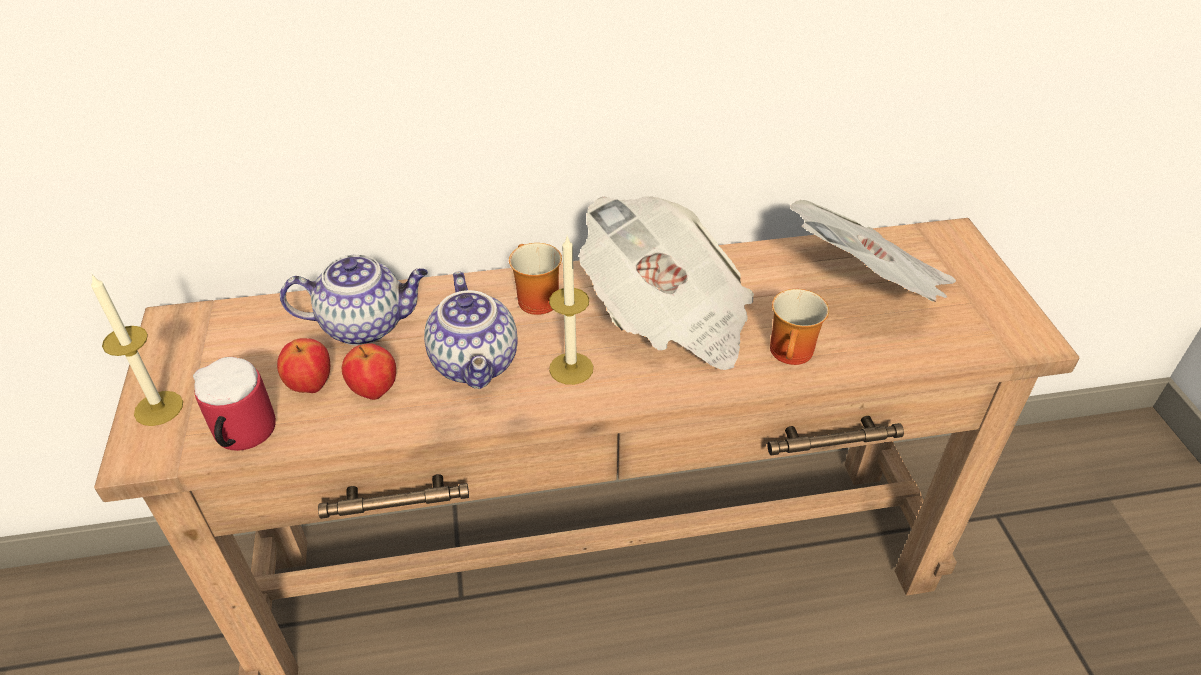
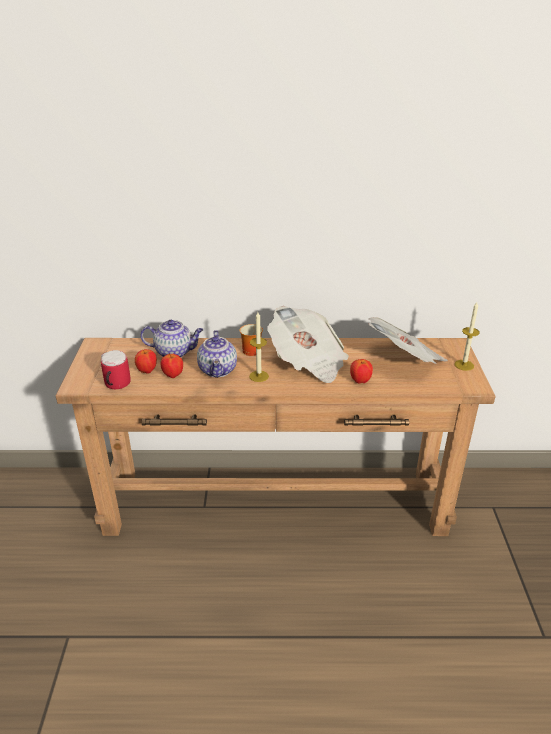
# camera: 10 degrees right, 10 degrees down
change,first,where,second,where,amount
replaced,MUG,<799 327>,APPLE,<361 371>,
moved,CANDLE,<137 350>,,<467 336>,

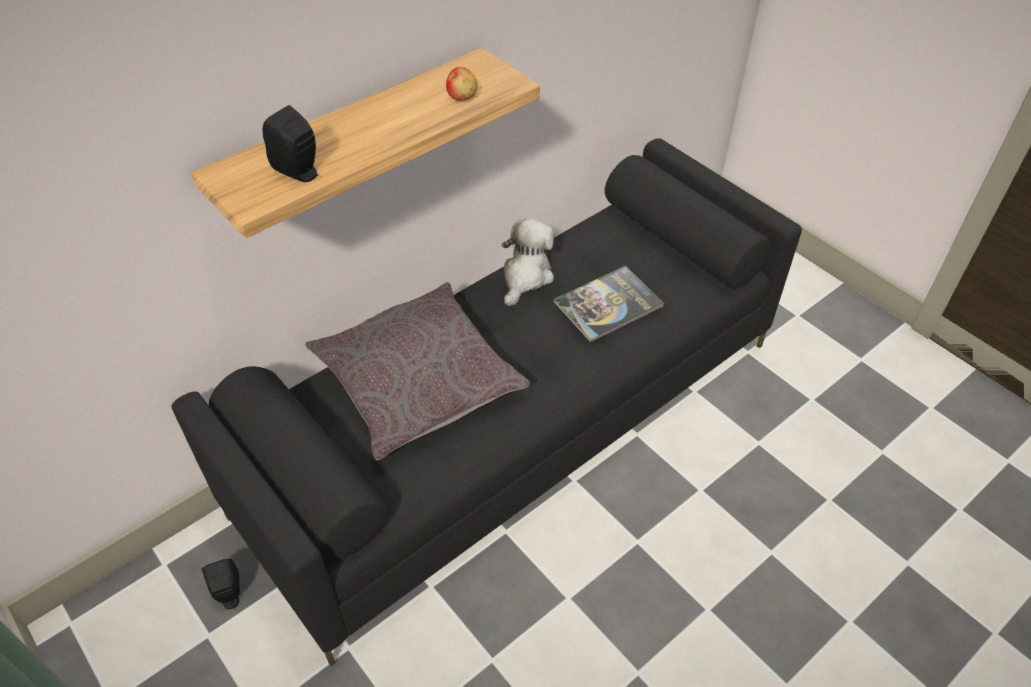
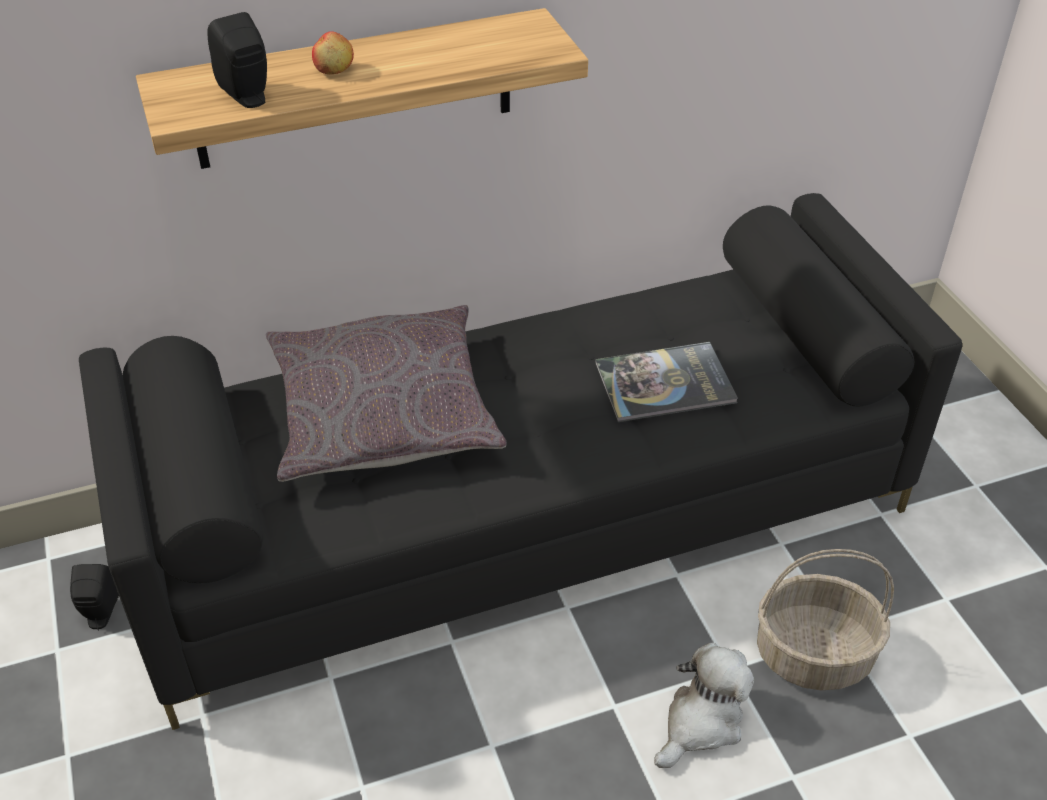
# camera: 20 degrees right, 5 degrees down
change,first,where,second,where,amount
moved,APPLE,<461 84>,,<333 52>,
moved,PLUSH TOY,<528 262>,,<704 705>,
added,,,BASKET,<825 619>,

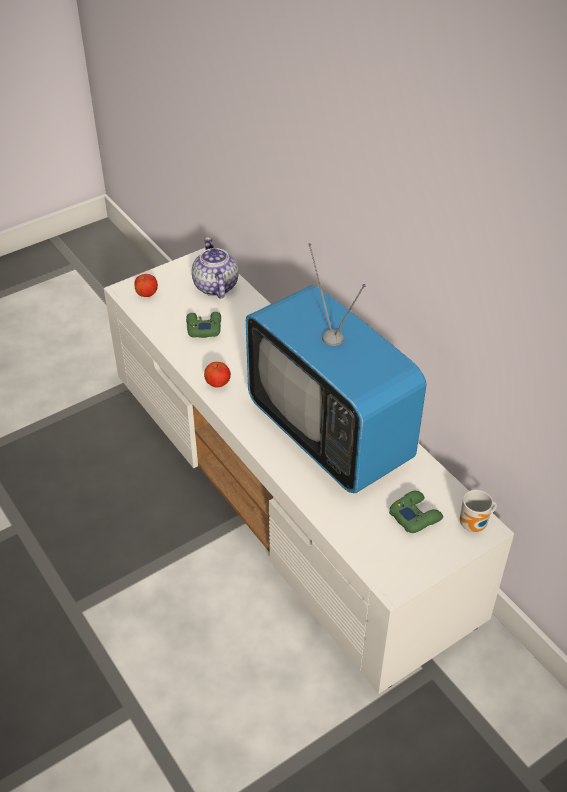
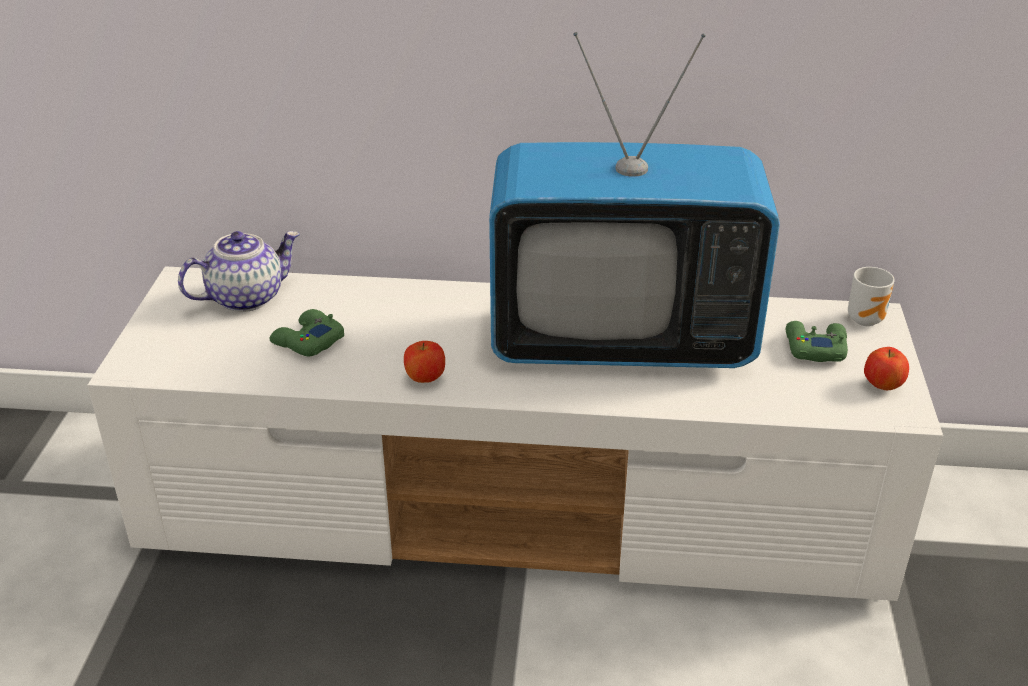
# camera: 50 degrees left, 10 degrees down
change,first,where,second,where,amount
turned,TEAPOT,<215 267>,,<239 271>,120 degrees clockwise
moved,APPLE,<146 285>,,<886 368>,

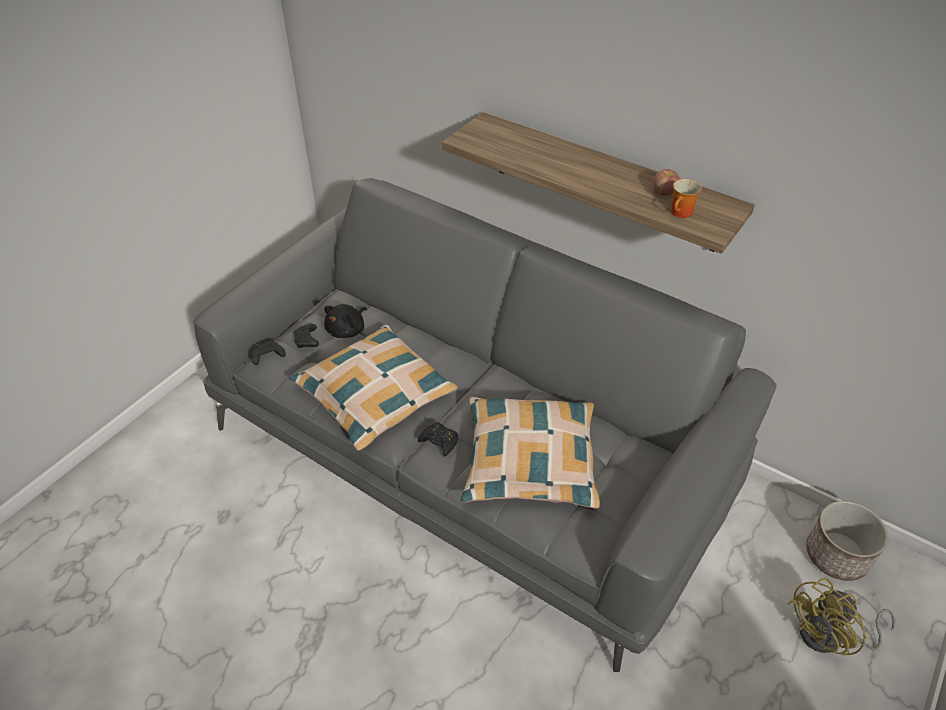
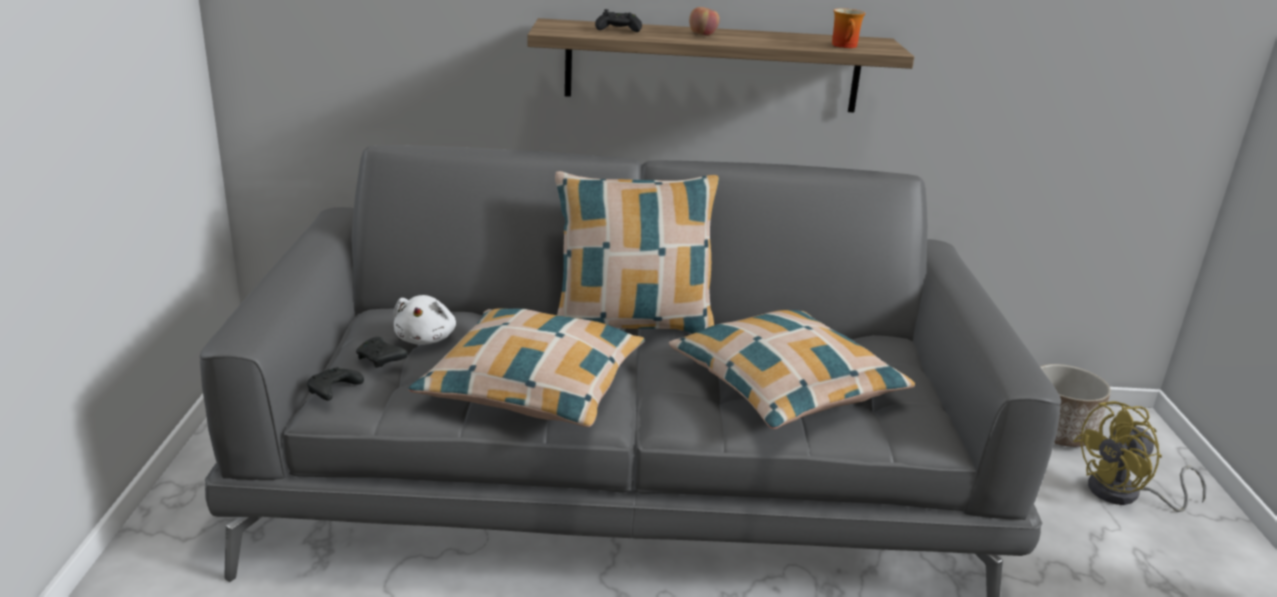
# camera: 35 degrees left, 20 degrees down
change,first,where,second,where,amount
recoloured,BLACK PLUSH TOY,<345 321>,WHITE PLUSH TOY,<425 320>,
added,,,PILLOW,<637 252>,
moved,BLACK GAME CONTROLLER,<438 439>,,<618 20>,
moved,APPLE,<666 182>,,<704 21>,
turned,YELLOW FAN,<842 617>,,<1140 456>,45 degrees clockwise

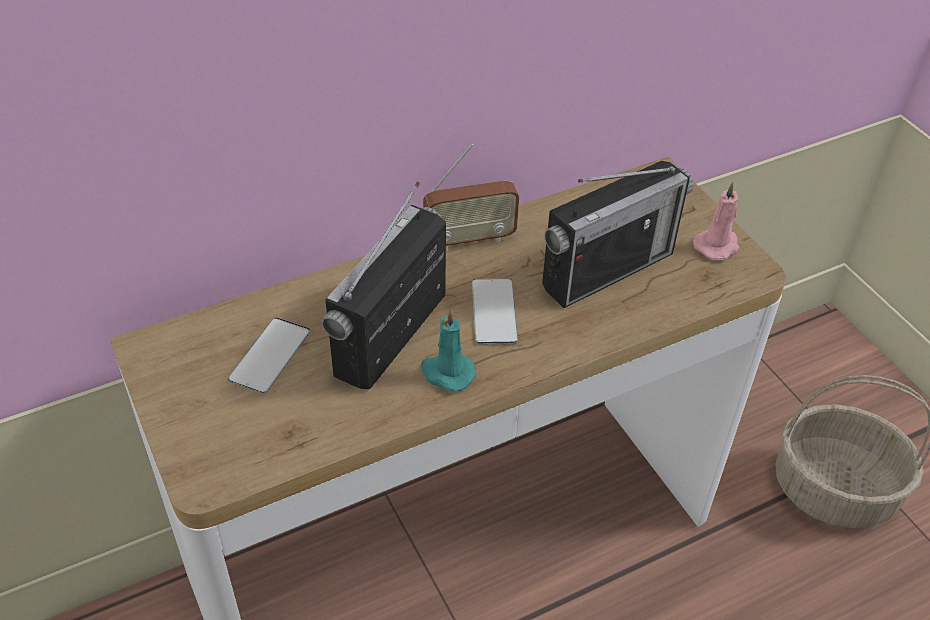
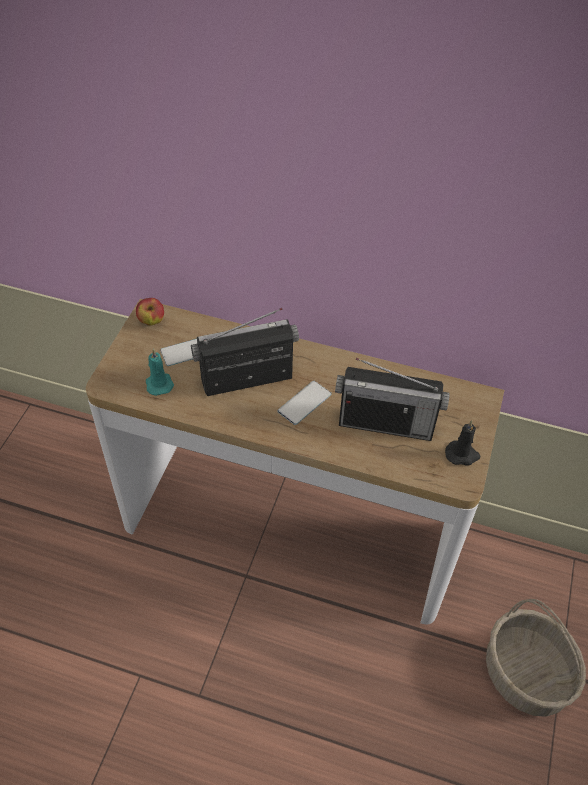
# camera: 45 degrees right, 5 degrees up
change,first,where,second,where,amount
added,,,APPLE,<150 312>,
moved,TURQUOISE CANDLE,<448 350>,,<160 372>,
recoloured,PINK CANDLE,<716 221>,BLACK CANDLE,<463 443>,
removed,RADIO,<471 197>,,,

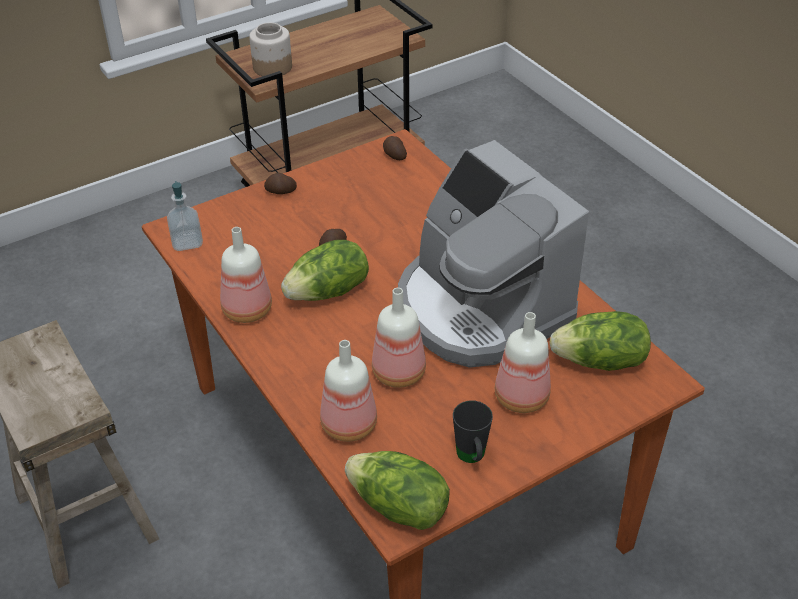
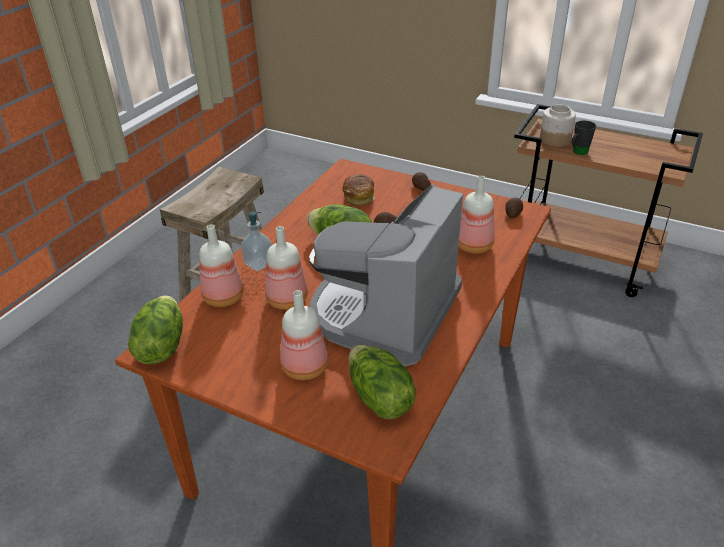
# camera: 60 degrees right, 5 degrees down
change,first,where,second,where,amount
moved,SOAP DISPENSER,<185 216>,,<256 241>,
added,,,BREAD,<359 190>,
moved,BOTTLE,<246 275>,,<476 215>,
moved,BLACK MUG,<473 432>,,<584 138>,

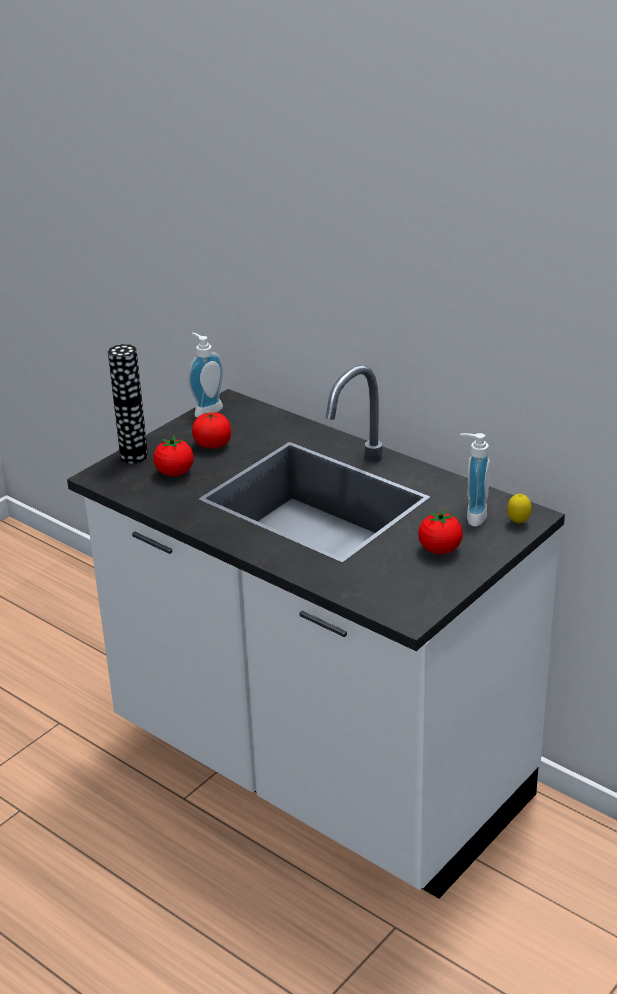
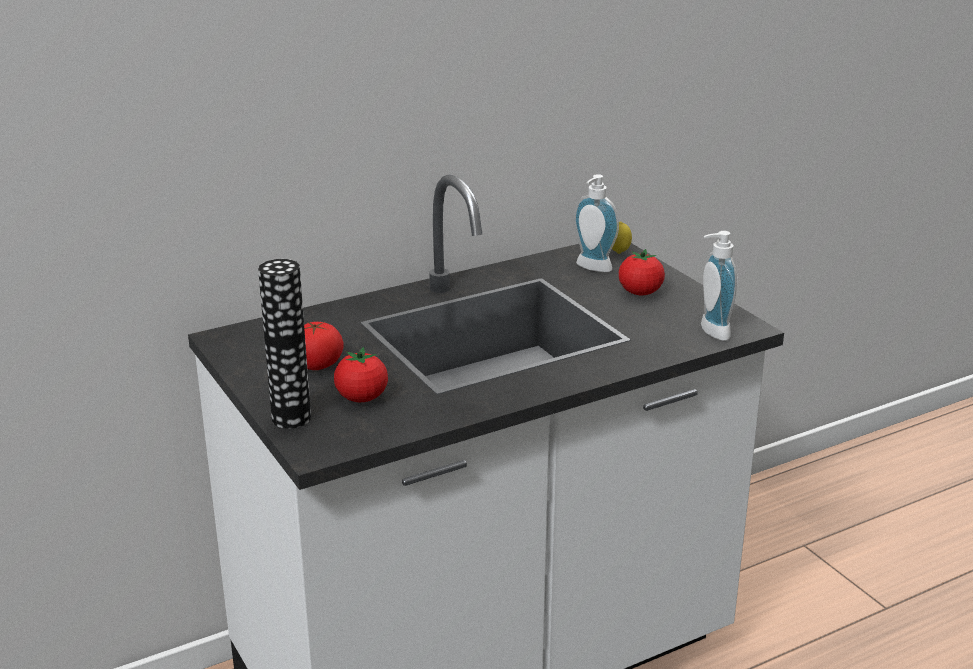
# camera: 70 degrees left, 5 degrees down
change,first,where,second,where,amount
moved,SOAP DISPENSER,<206 375>,,<719 286>,

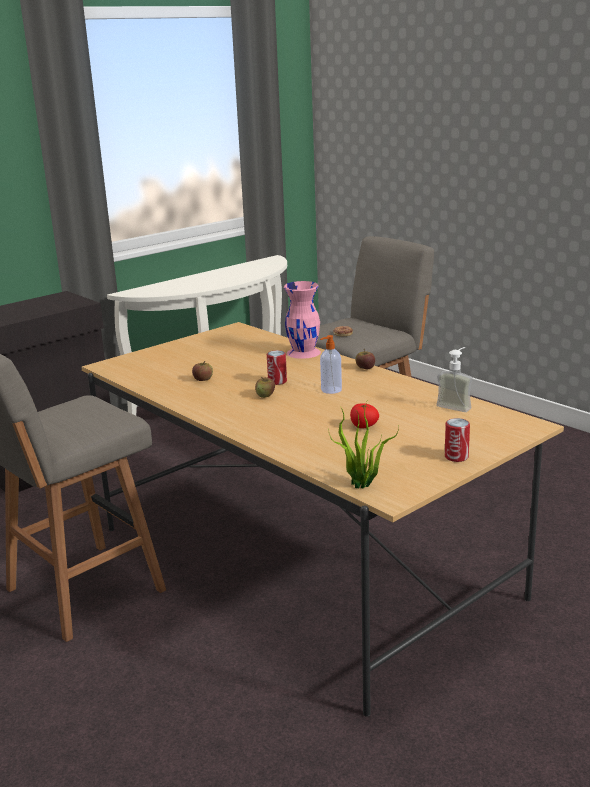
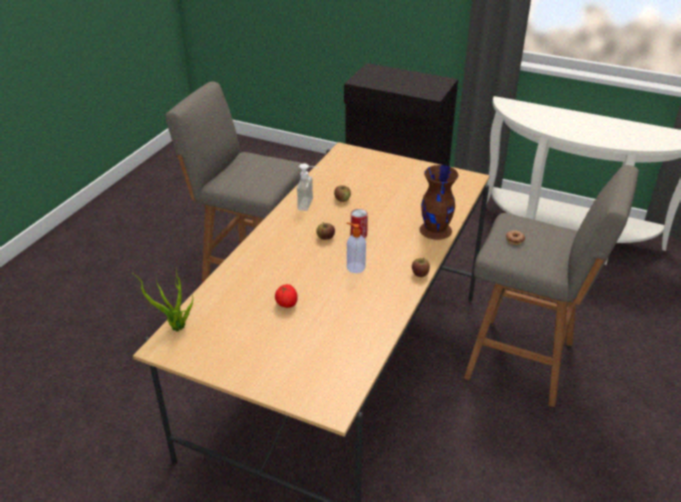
# camera: 65 degrees right, 15 degrees up
change,first,where,second,where,amount
moved,SOAP DISPENSER,<454 379>,,<308 187>,
recoloured,PINK VASE,<302 320>,BROWN VASE,<438 202>,
removed,CAN,<457 440>,,,

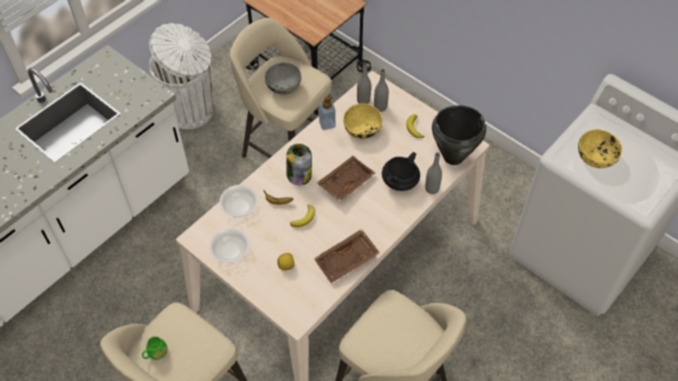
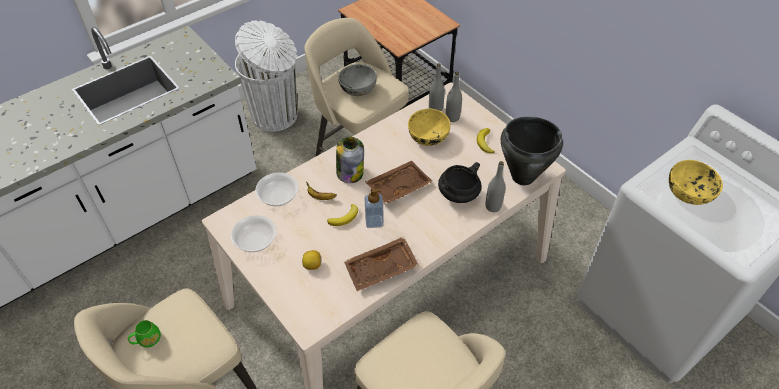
# camera: 10 degrees right, 5 degrees down
change,first,where,second,where,amount
moved,SOAP DISPENSER,<327 113>,,<374 208>,

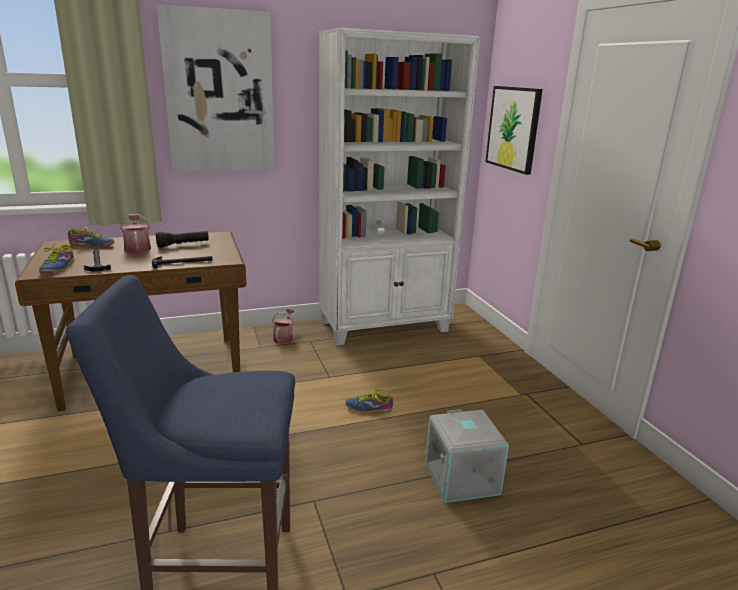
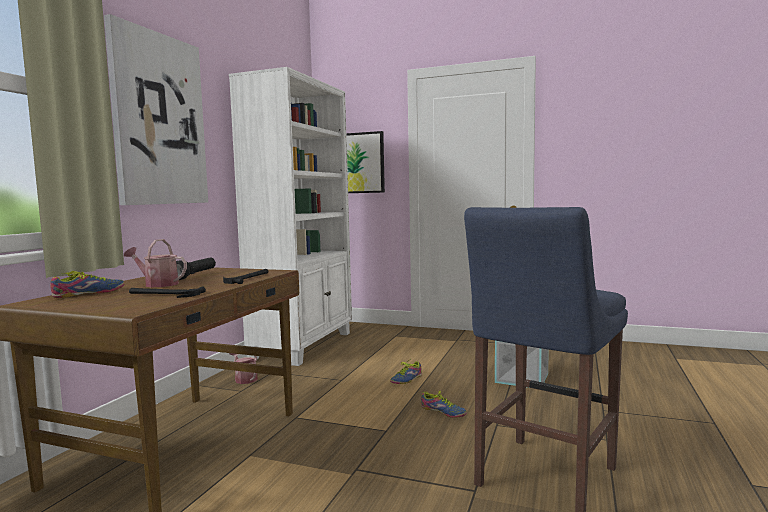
# camera: 50 degrees left, 15 degrees down
change,first,where,second,where,amount
moved,SHOE,<56 257>,,<444 404>,

